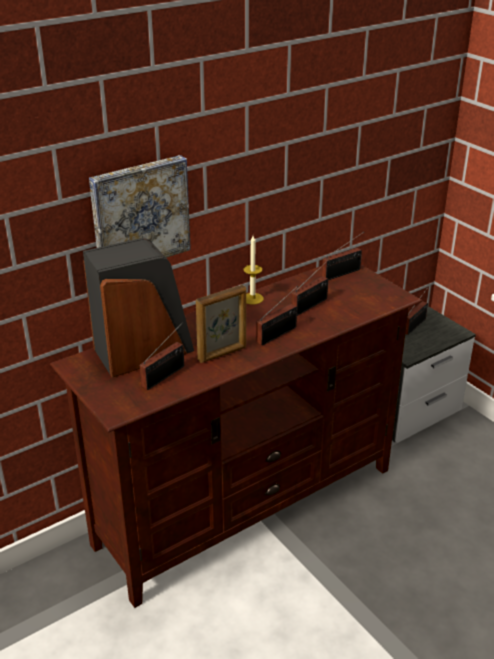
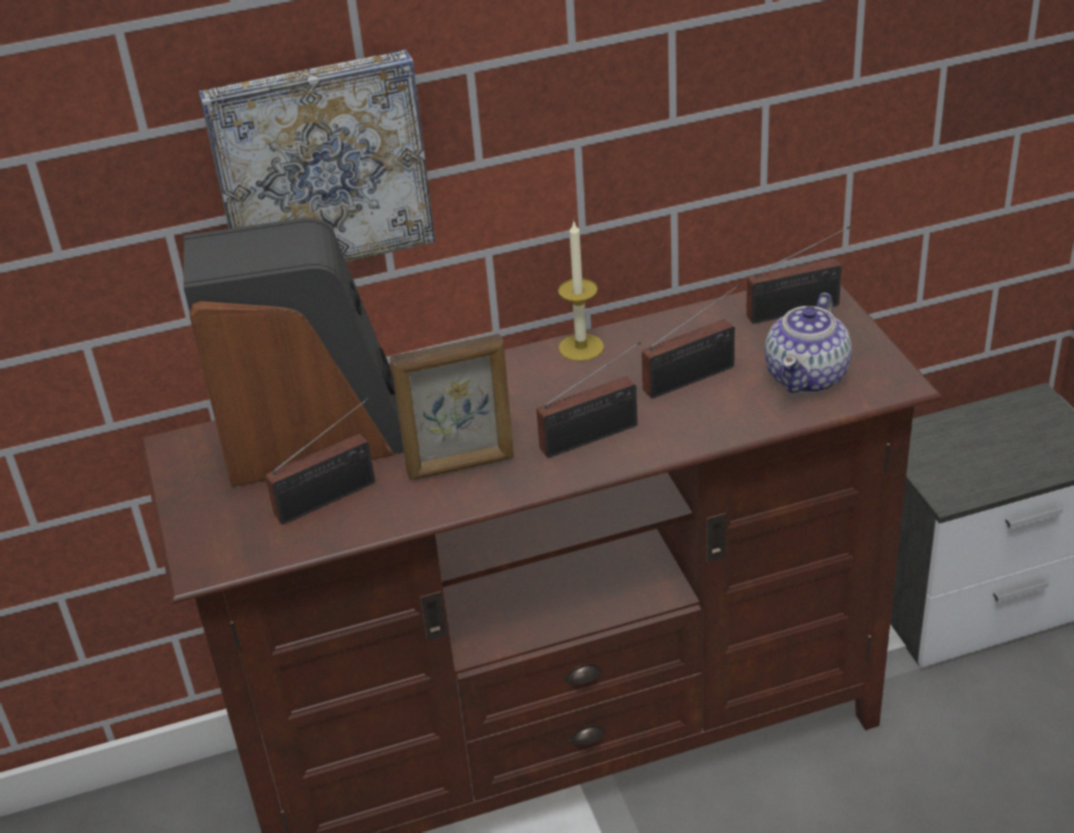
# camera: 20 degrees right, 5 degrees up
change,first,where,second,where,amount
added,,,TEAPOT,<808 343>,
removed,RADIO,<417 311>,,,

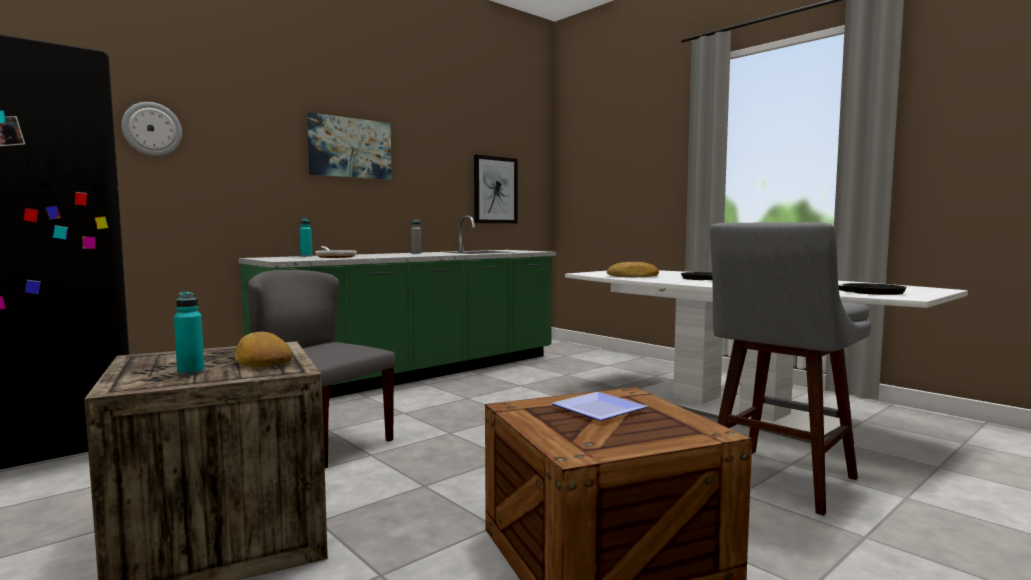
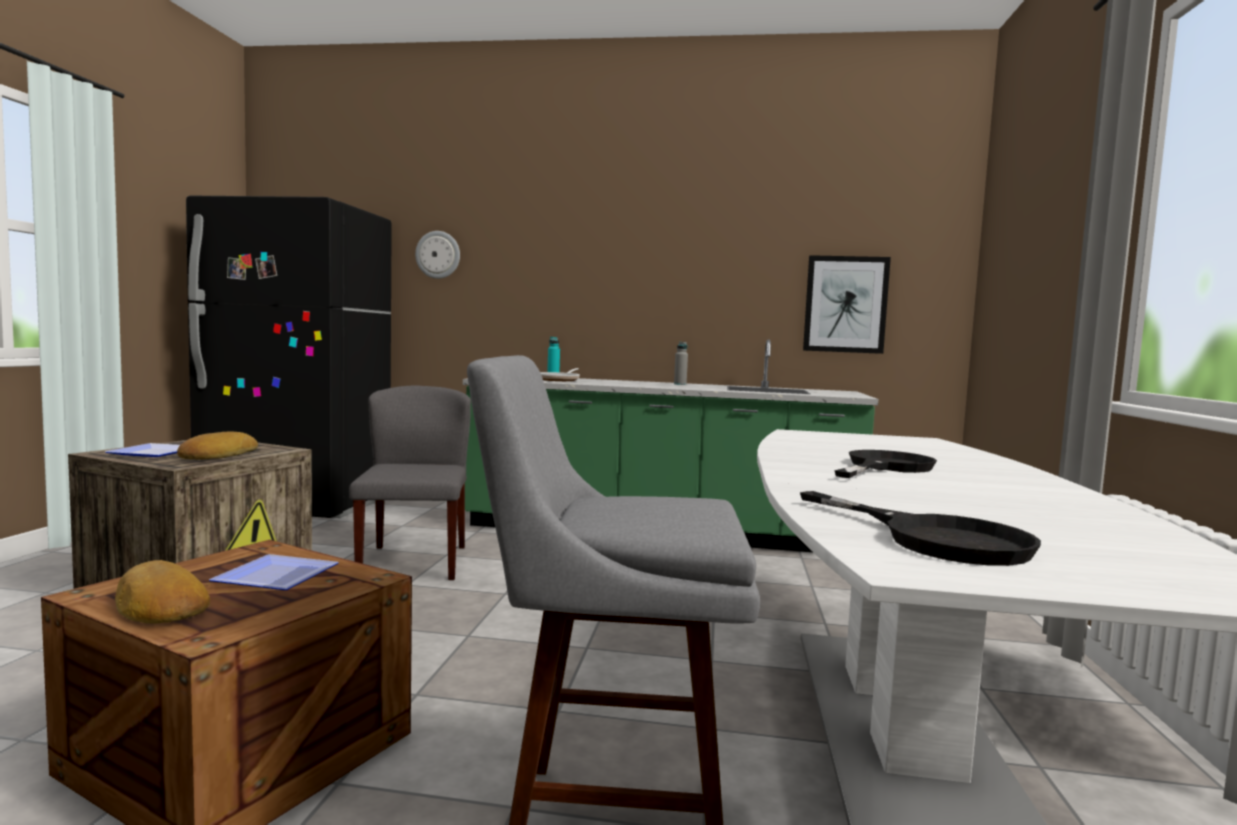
# camera: 50 degrees right, 0 degrees up
change,first,where,second,where,amount
replaced,TURQUOISE BOTTLE,<189 334>,PLATE,<142 450>,
moved,BREAD,<633 270>,,<162 591>,
removed,PICTURE,<349 146>,,,

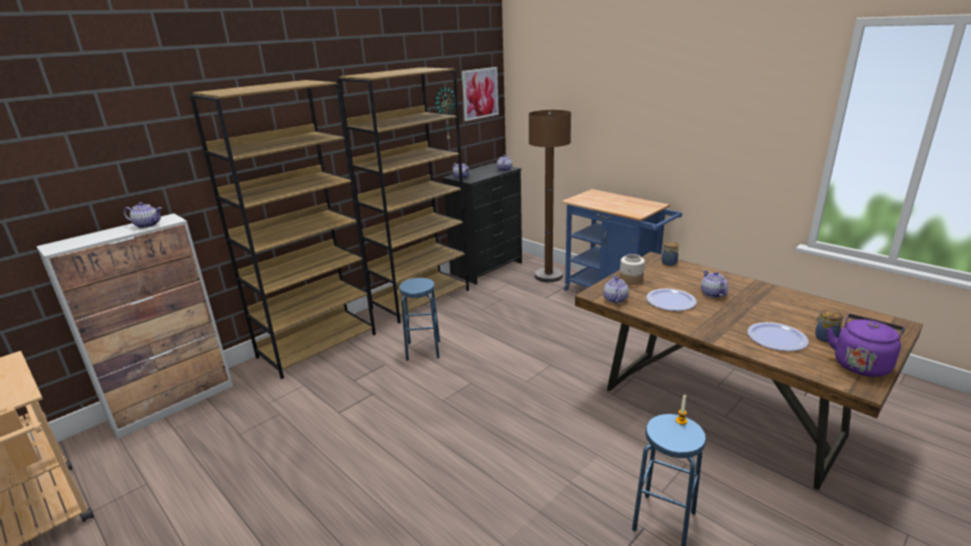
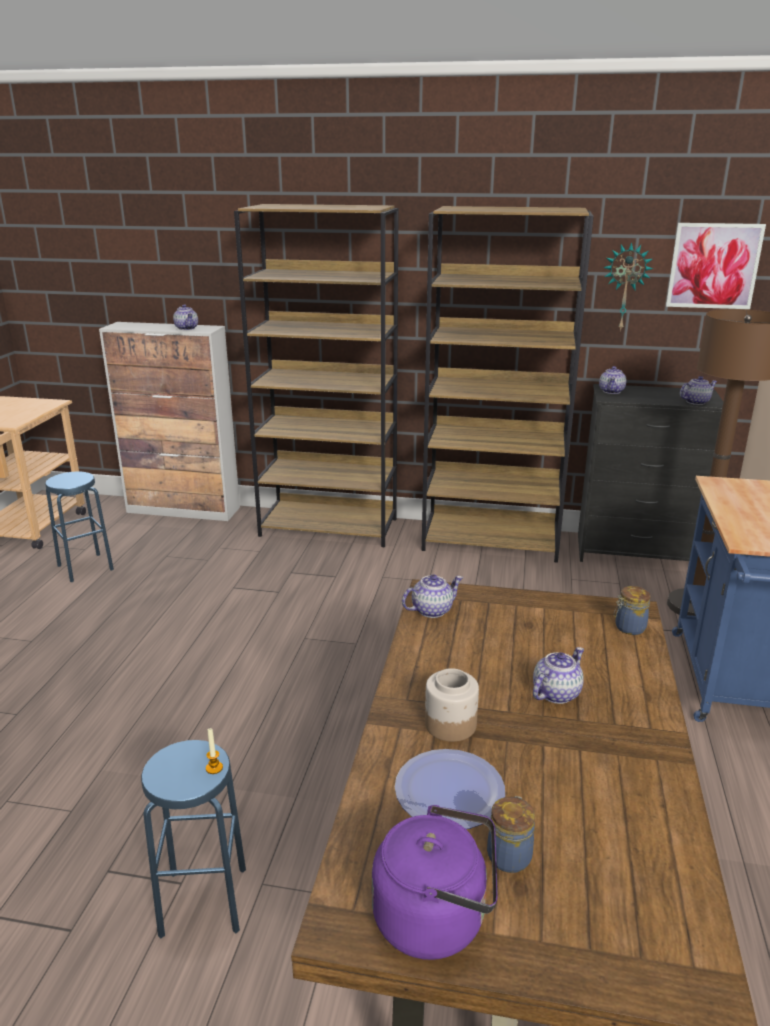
# camera: 55 degrees right, 0 degrees up
change,first,where,second,where,amount
moved,BLUE STOOL,<419 319>,,<79 527>,
moved,JAR,<632 269>,,<452 705>,
removed,PLATE,<671 300>,,,

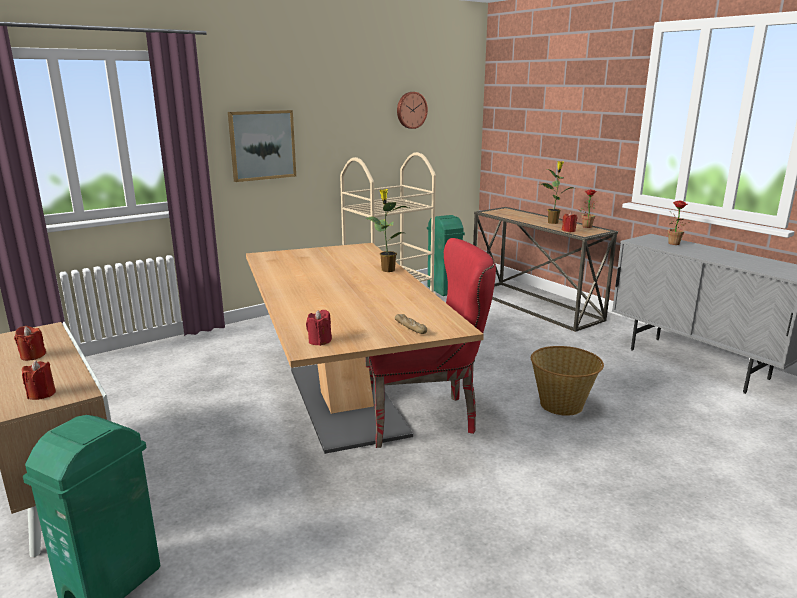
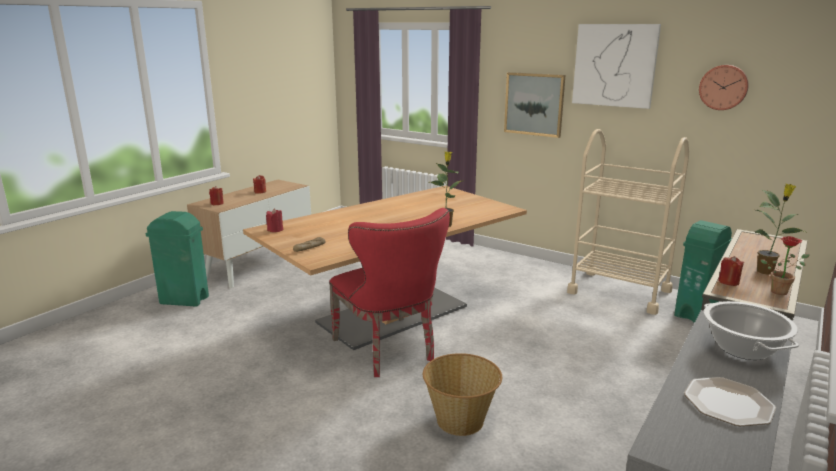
# camera: 70 degrees right, 0 degrees up
change,first,where,second,where,amount
added,,,PICTURE,<616 66>,
added,,,PLATE,<730 401>,
replaced,POTTED PLANT,<679 222>,COOKING POT,<751 330>,

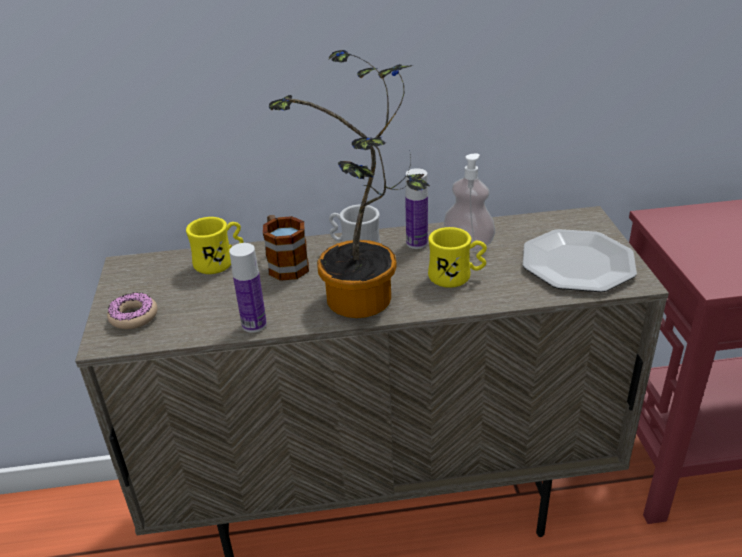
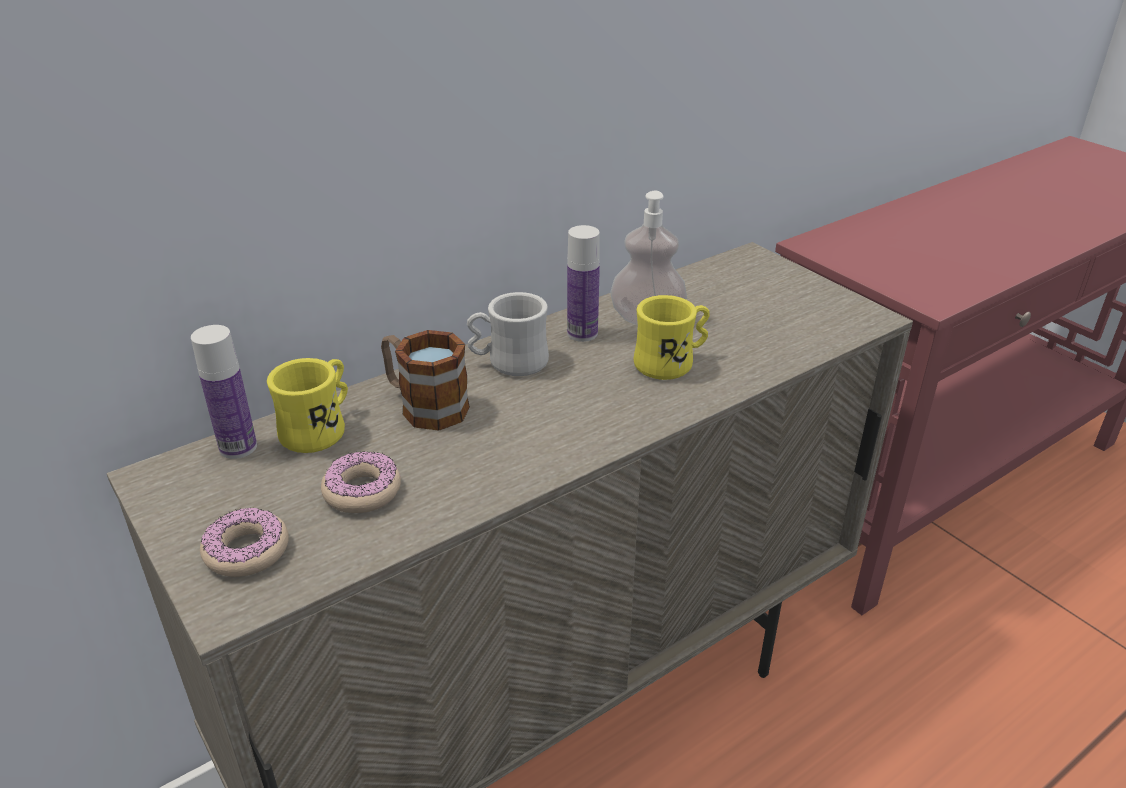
# camera: 30 degrees left, 0 degrees up
change,first,where,second,where,amount
moved,BOTTLE,<248 288>,,<224 392>,
added,,,DONUT,<361 482>,
removed,POTTED PLANT,<349 184>,,,
removed,PLATE,<580 260>,,,

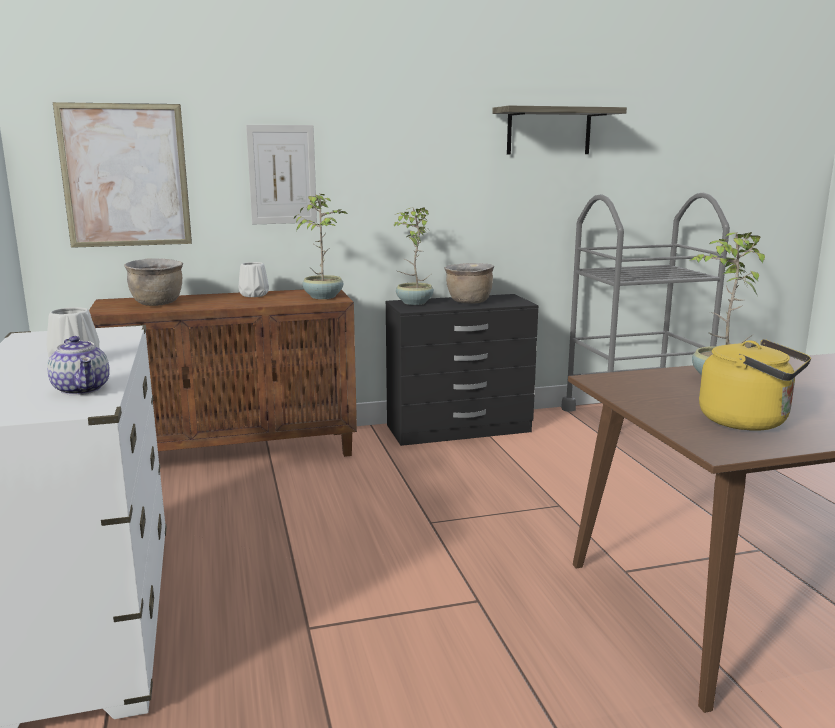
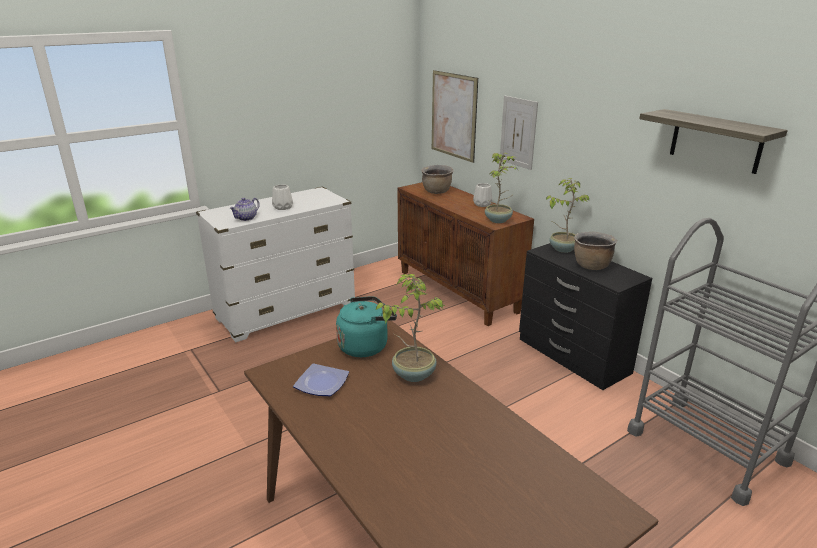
# camera: 70 degrees right, 10 degrees up
change,first,where,second,where,amount
replaced,YELLOW KETTLE,<755 385>,PLATE,<321 379>,
added,,,TURQUOISE KETTLE,<366 326>,

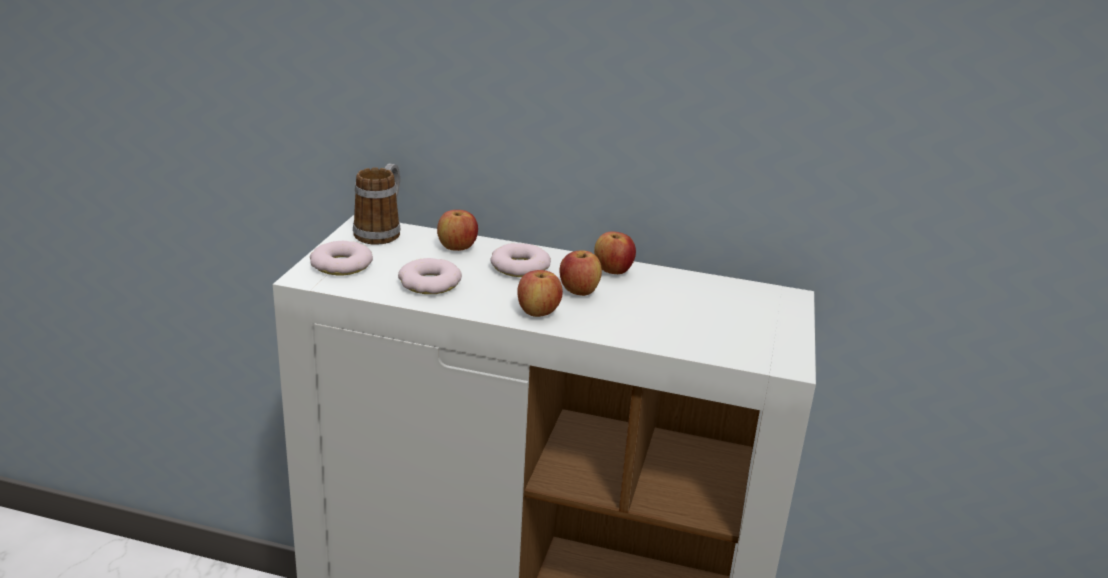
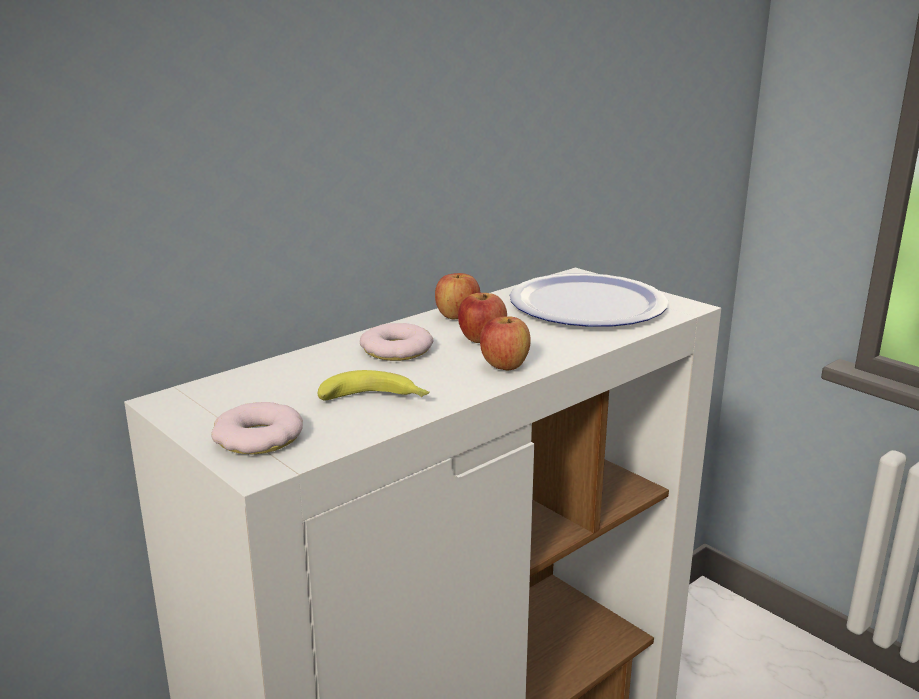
# camera: 55 degrees left, 5 degrees down
change,first,where,second,where,amount
replaced,DONUT,<430 276>,BANANA,<374 385>,
added,,,PLATE,<589 300>,
removed,MUG,<377 204>,,,
removed,APPLE,<457 230>,,,

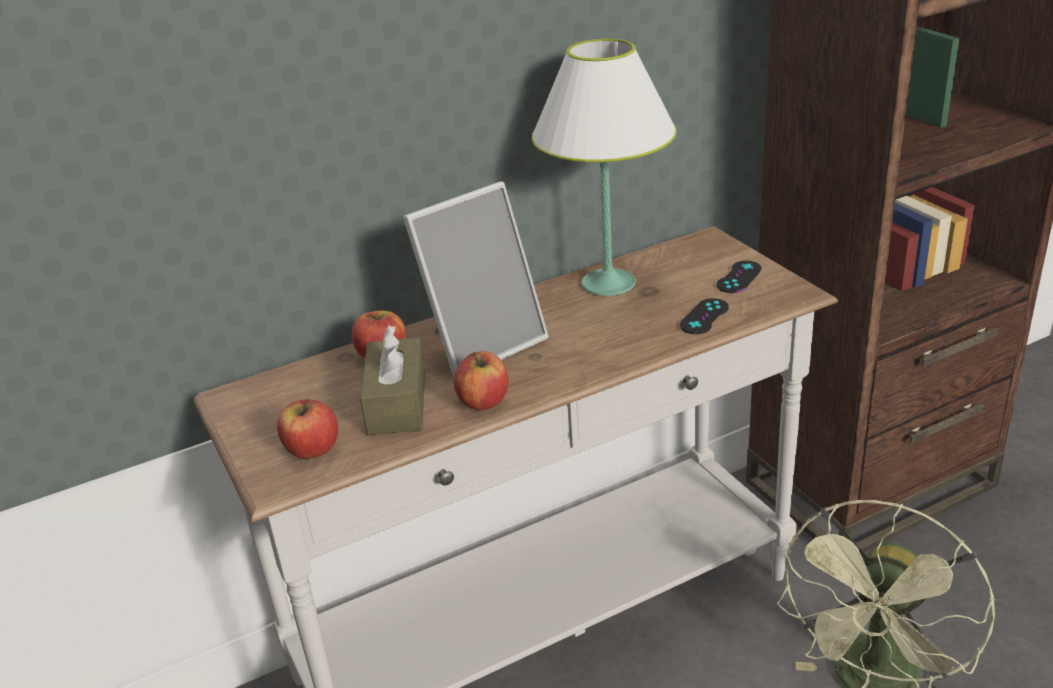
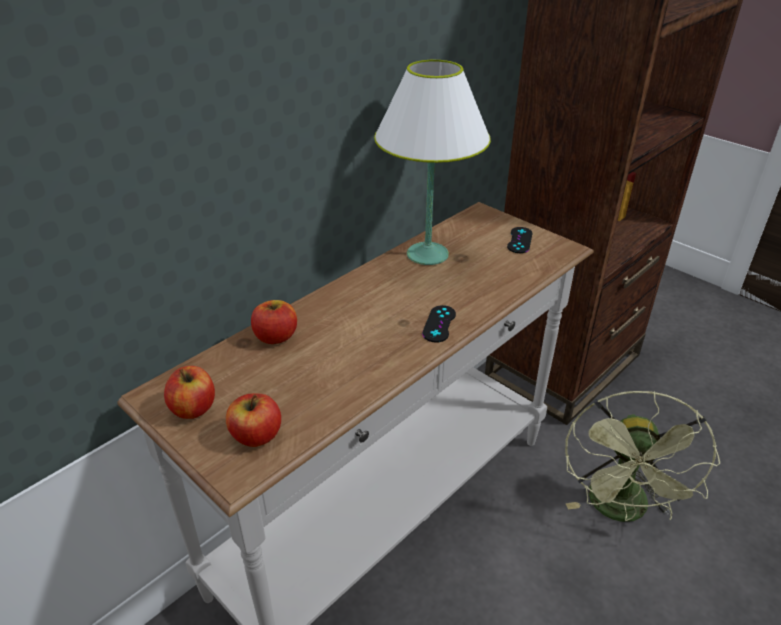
# camera: 20 degrees left, 5 degrees up
change,first,where,second,where,amount
moved,APPLE,<481 380>,,<189 392>,
moved,BLACK GAME CONTROLLER,<704 316>,,<439 324>,
removed,BROWN TISSUE BOX,<392 380>,,,
removed,PICTURE FRAME,<476 279>,,,

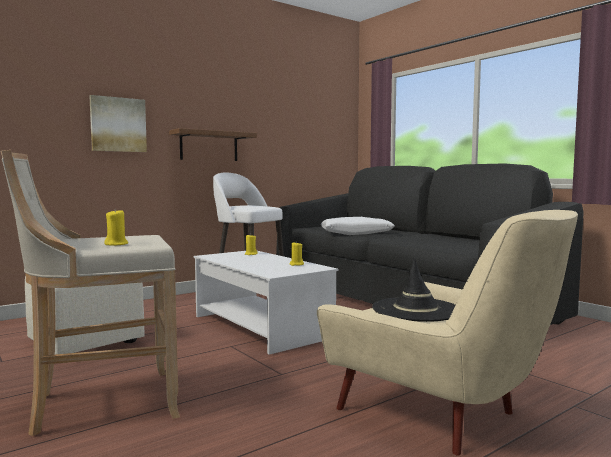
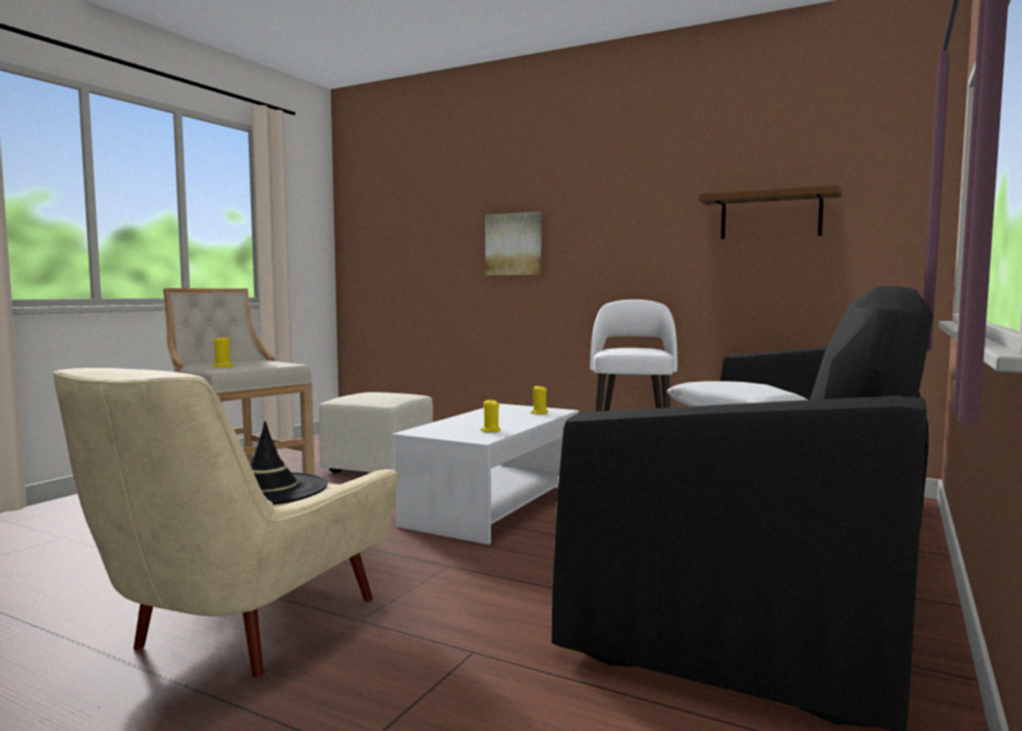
# camera: 65 degrees right, 0 degrees up
change,first,where,second,where,amount
moved,BROWN SHELF,<213 144>,,<770 212>,

